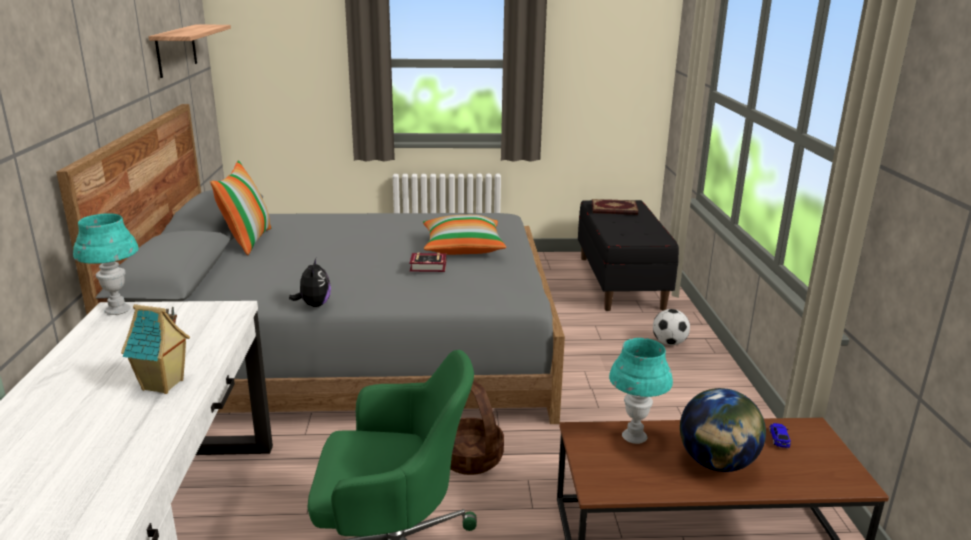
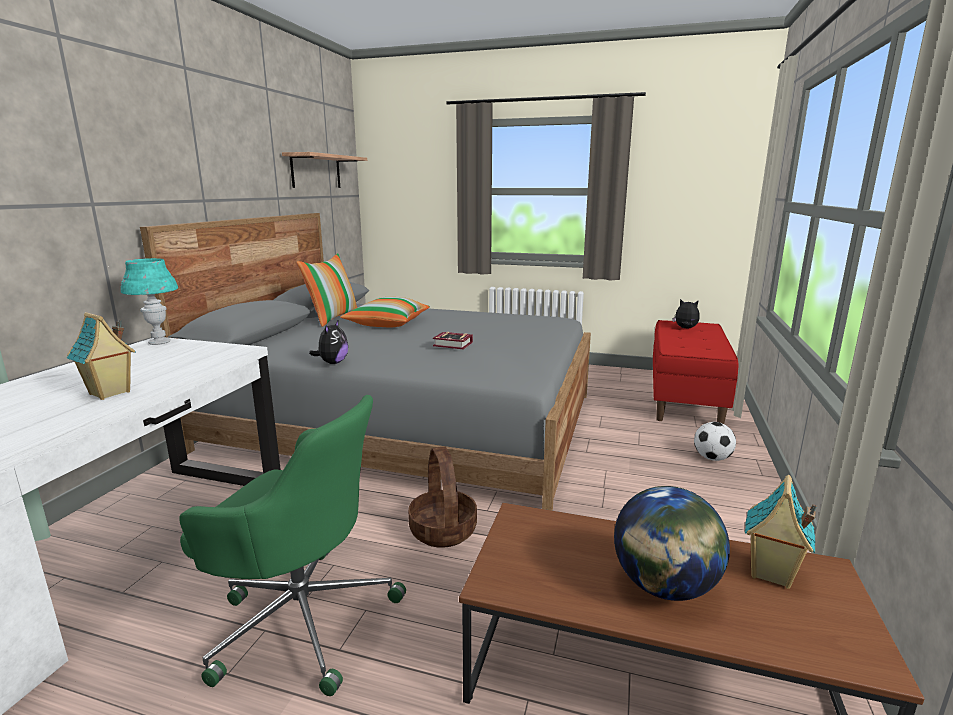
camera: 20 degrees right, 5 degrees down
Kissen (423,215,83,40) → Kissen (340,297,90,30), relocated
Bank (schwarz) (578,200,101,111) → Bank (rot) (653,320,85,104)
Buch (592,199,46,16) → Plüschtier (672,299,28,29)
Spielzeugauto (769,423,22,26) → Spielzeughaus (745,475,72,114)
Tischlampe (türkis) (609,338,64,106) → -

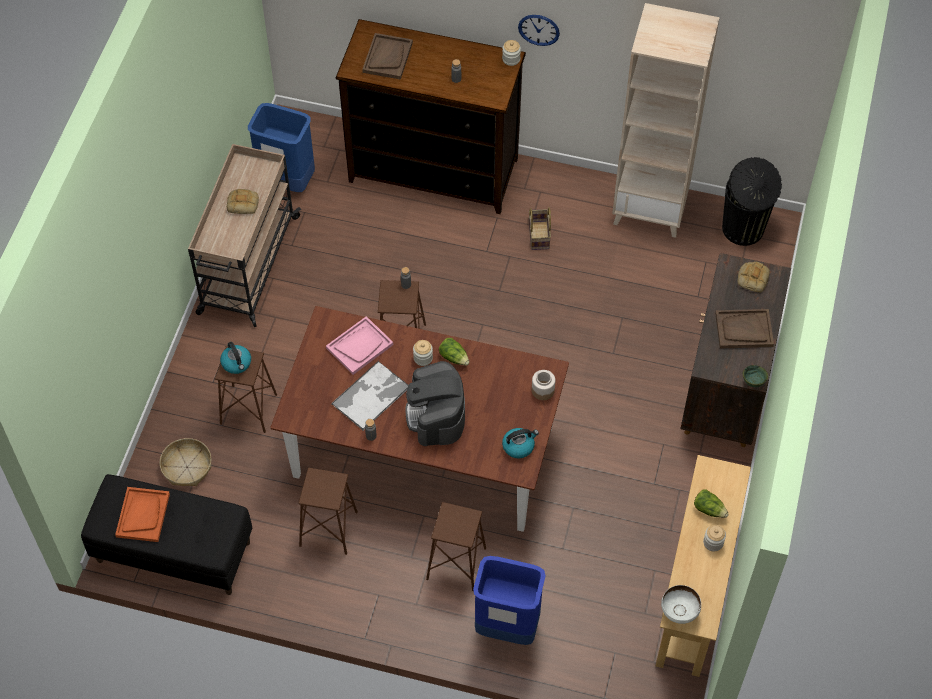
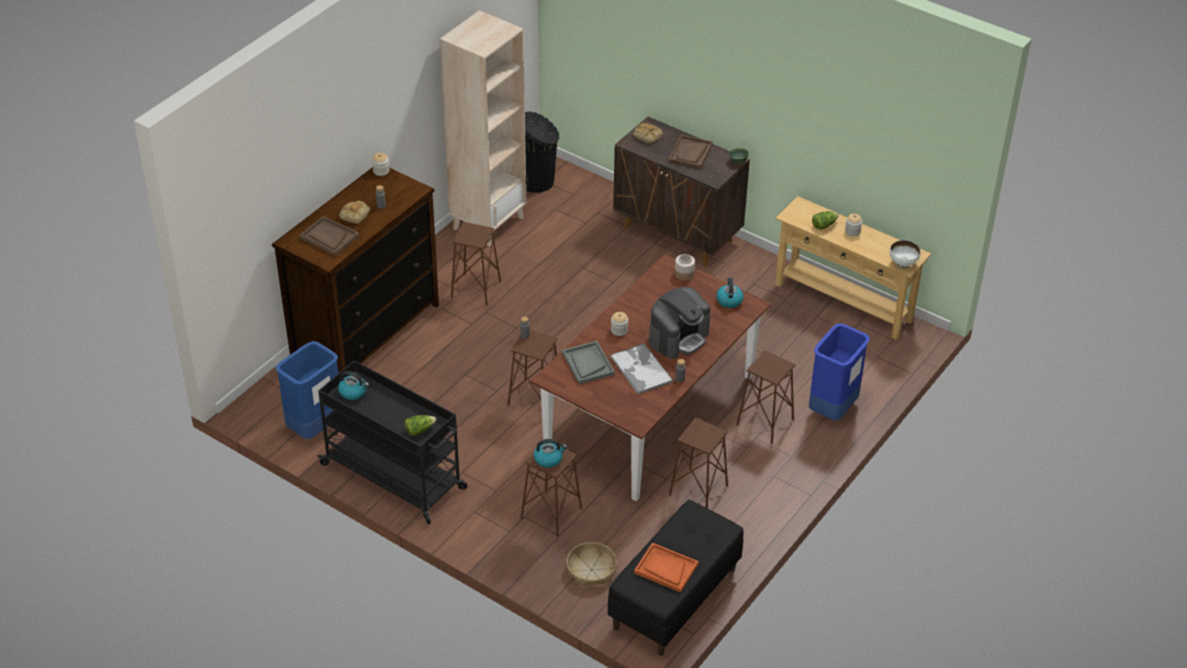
camera: 70 degrees left, 15 degrees down
Rollwagen (beige) (188,144,113,183) → Rollwagen (schwarz) (318,360,149,164)
- → Wasserkessel (338,371,31,29)
Brot (227,189,32,25) → Brot (339,201,31,23), relocated
Salatkopf (439,338,30,27) → Salatkopf (405,415,32,21), relocated
Korb (529,207,22,43) → Hocker (braun) (451,222,50,84)
Tablett (rosa) (326,316,67,59) → Tablett (grau) (562,341,53,43)
Kaffeemaschine (406,361,59,85) → Kaffeemaschine (649,287,62,72), 60 degrees counterclockwise
Wanduhr (518,15,42,31) → -

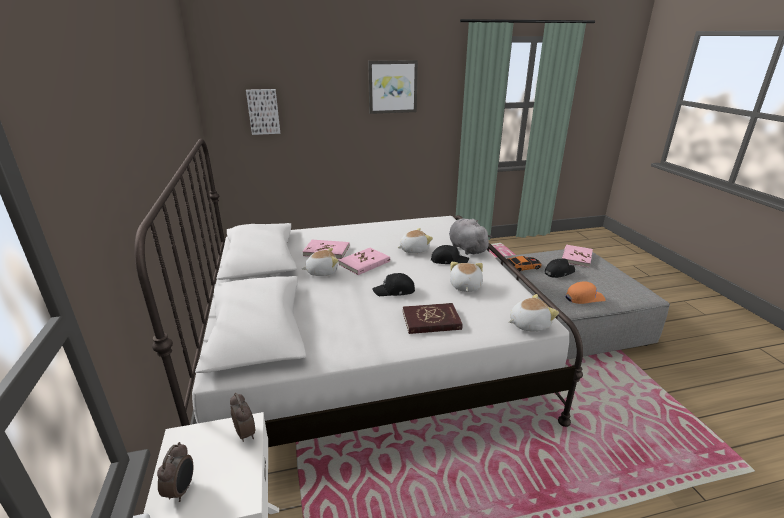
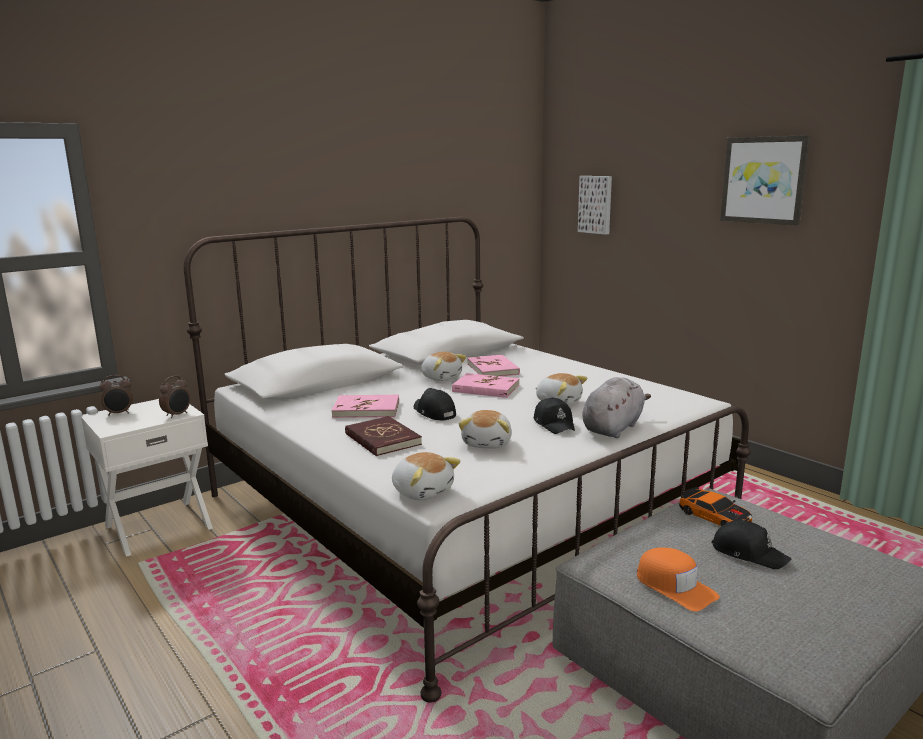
camera: 65 degrees right, 10 degrees down
Buch (rosa) (562,245,31,23) → Buch (rosa) (331,395,68,23), relocated
Plüschtier (450,262,33,30) → Plüschtier (459,410,53,39), 120 degrees clockwise

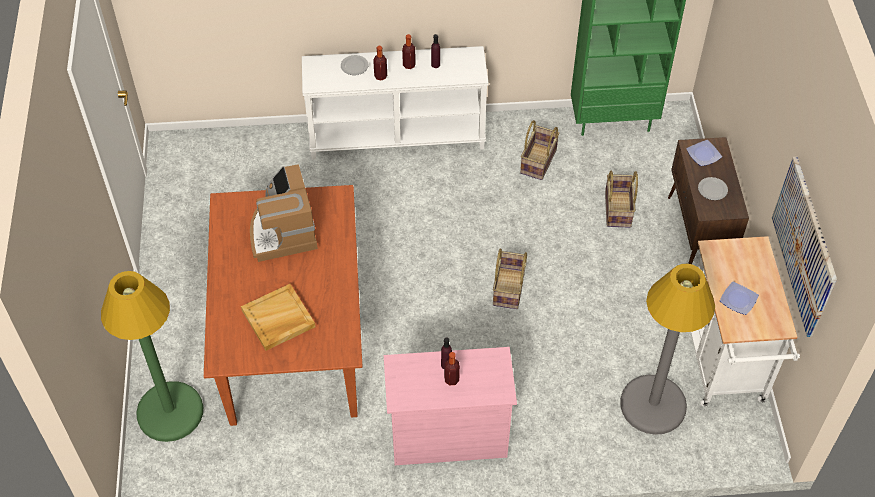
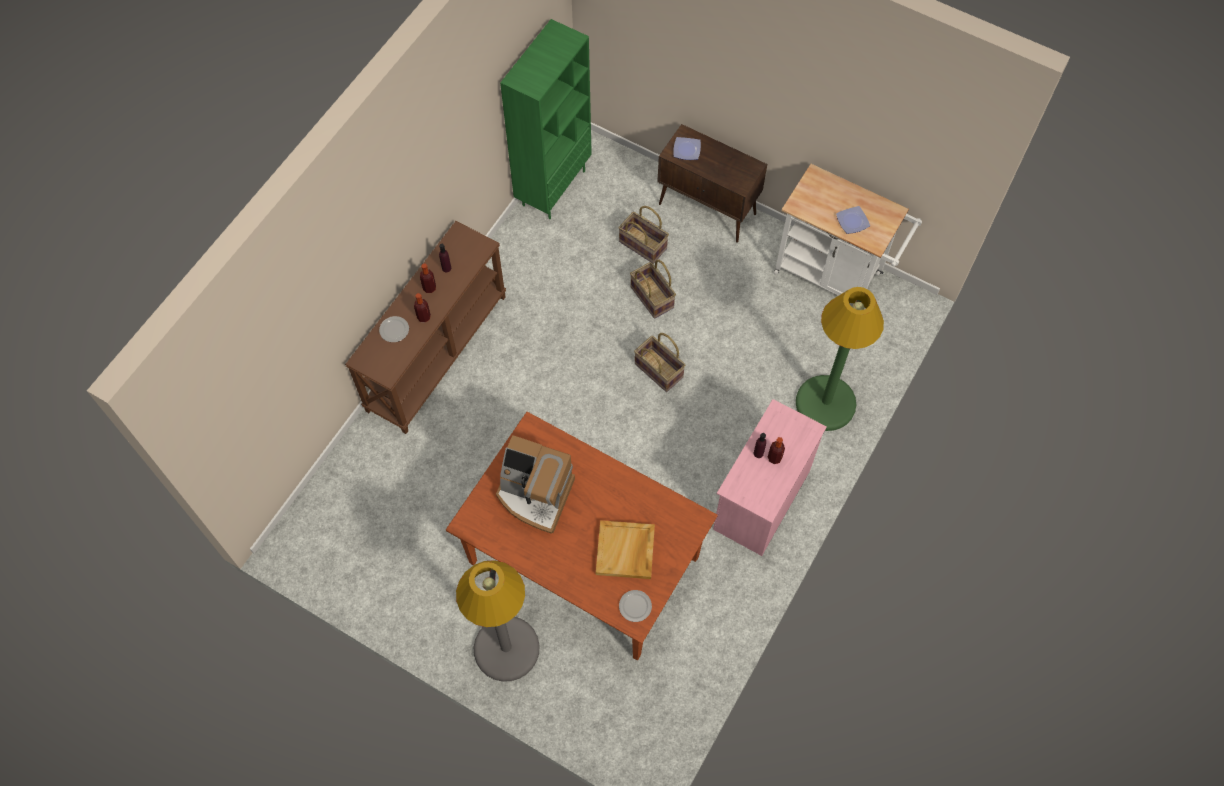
camera: 55 degrees left, 10 degrees up
Konsolentisch (weiß) (302,46,187,113) → Konsolentisch (braun) (345,221,161,213)
Stehlampe (grau) (620,264,95,171) → Stehlampe (grau) (456,560,84,122), relocated
Teller (698,177,30,23) → Teller (619,590,33,32), relocated
Korb (520,120,39,60) → Korb (630,259,46,60), relocated
Stehlampe (grün) (101,271,102,171) → Stehlampe (grün) (796,287,88,144), relocated
Bild (772,157,65,180) → -

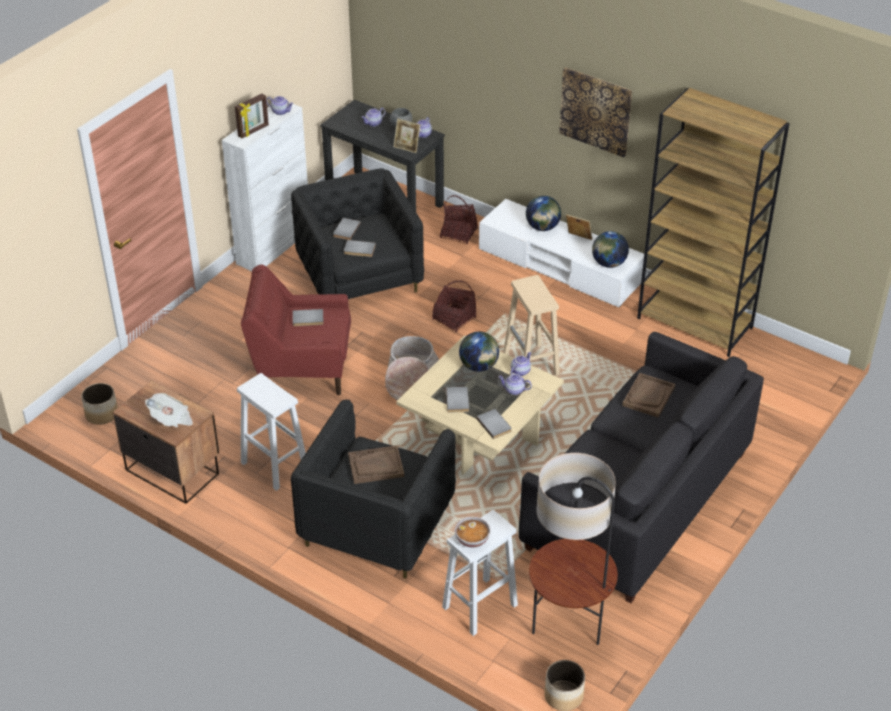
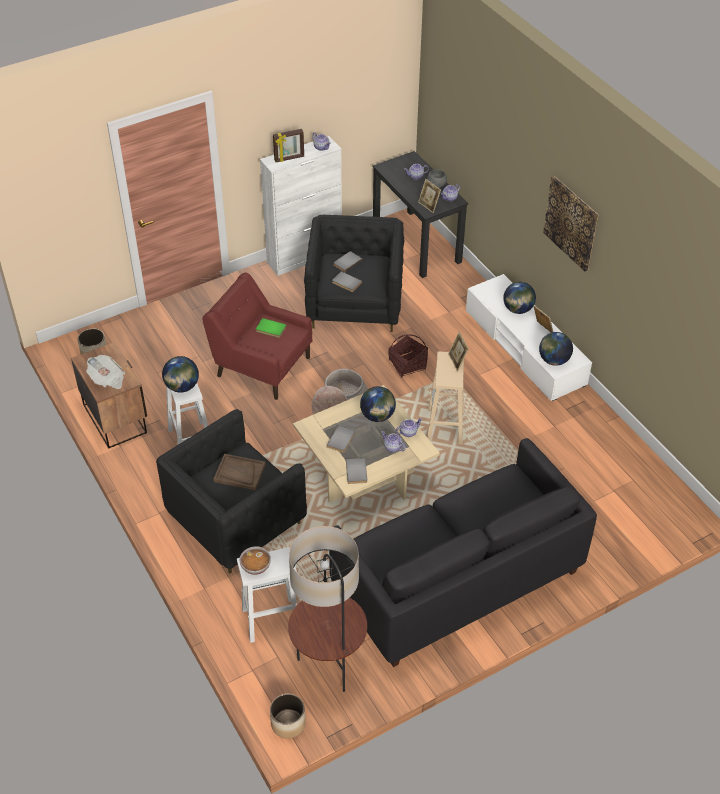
camera: 25 degrees right, 5 degrees up
- → Globus (162,356,37,37)
Buch (grau) (292,309,32,17) → Buch (grün) (256,318,31,20)
- → Bilderrahmen (448,332,21,39)
Korb (440,195,38,49) → -
Tablett (braun) (622,373,53,45) → -
Bücherregal (braun) (637,88,153,269) → -

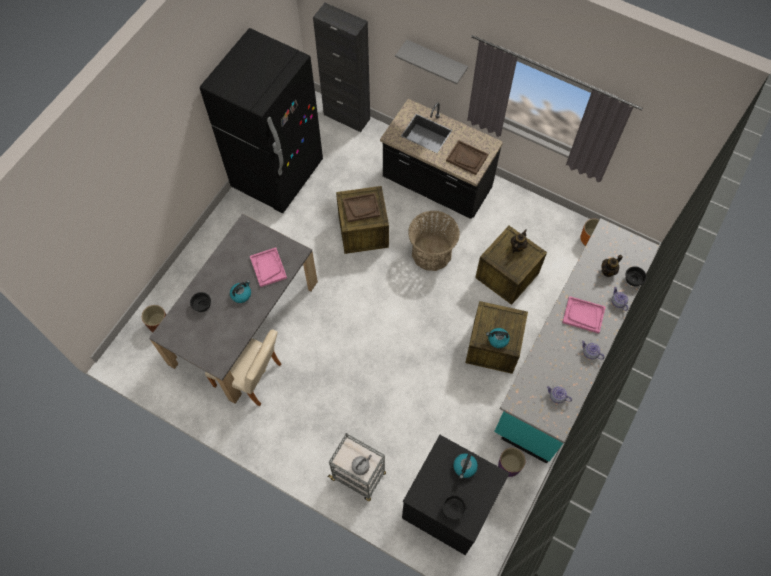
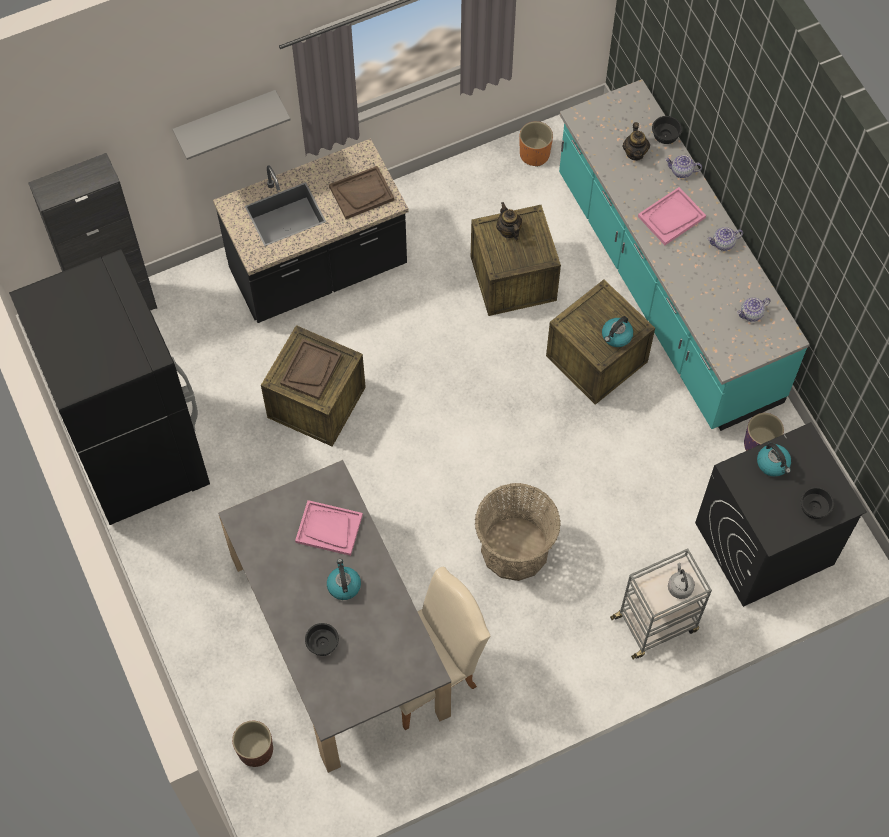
camera: 55 degrees left, 0 degrees up
Korb (408,210,52,61) → Korb (475,483,86,98), relocated

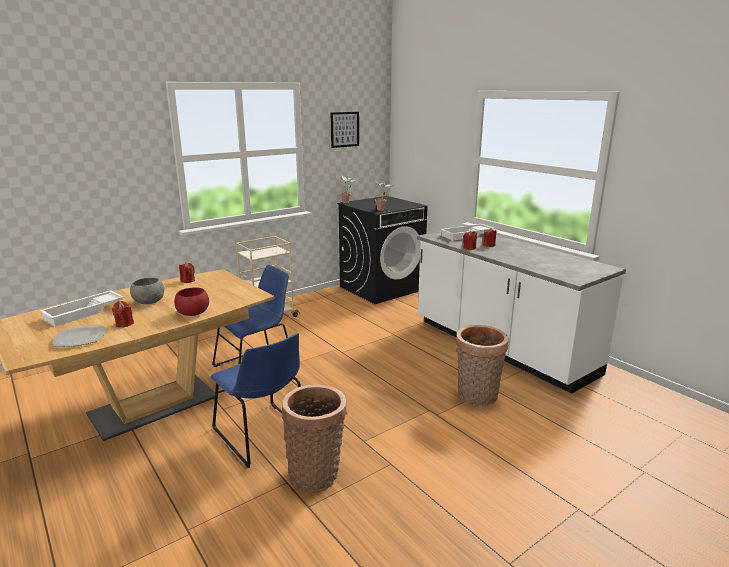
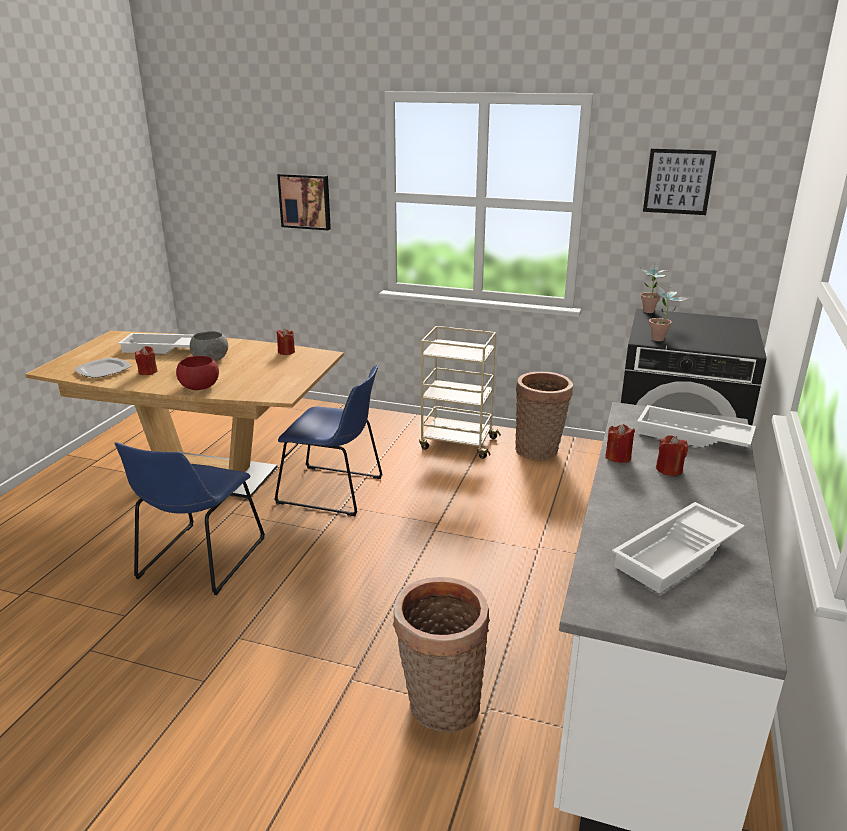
camera: 55 degrees right, 5 degrees up
- → Bild (277,173,54,57)
Korb (282,385,65,108) → Korb (515,372,58,88), relocated
- → Tablett (weiß) (612,502,133,91)

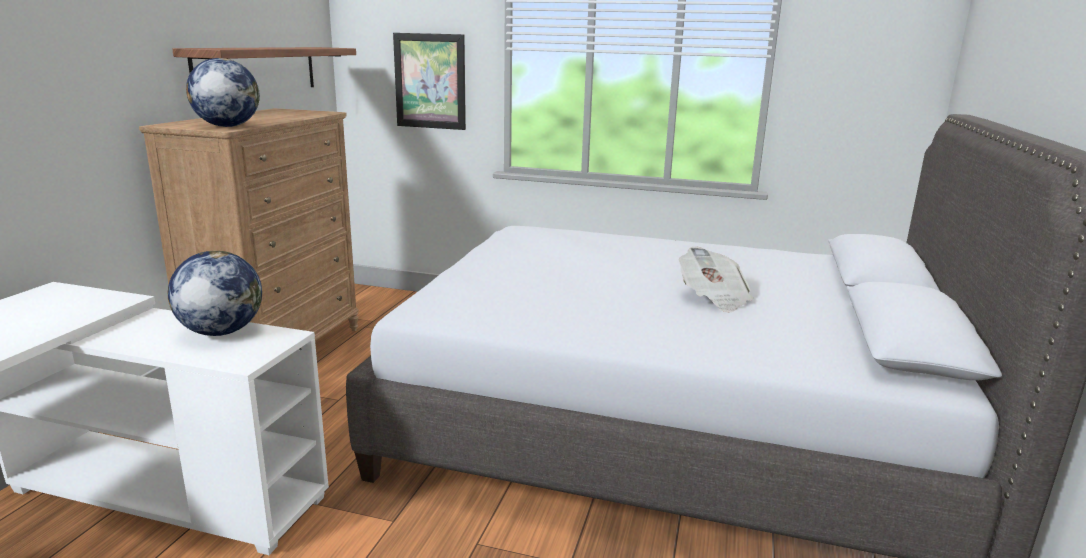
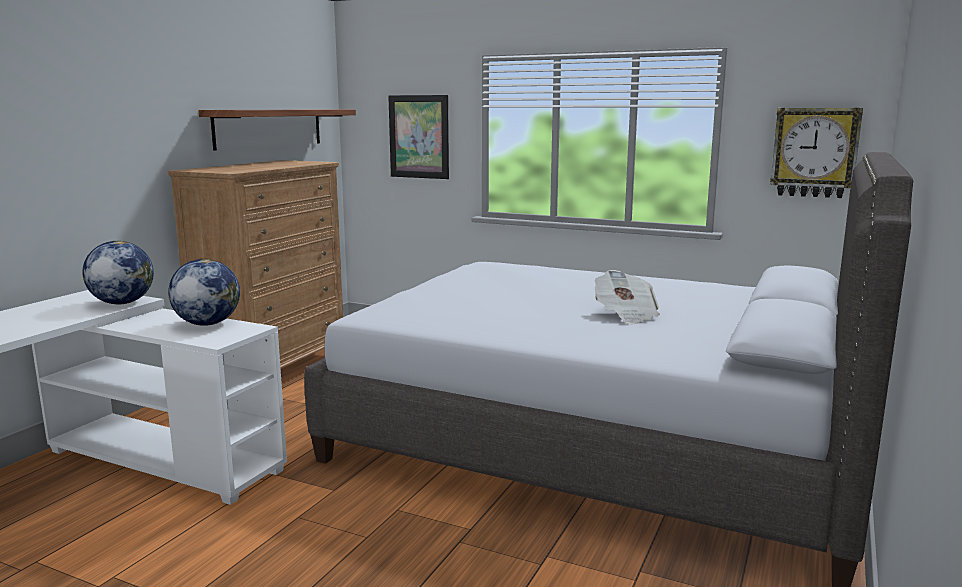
camera: 10 degrees right, 5 degrees down
Globus (186,58,74,69) → Globus (82,241,72,63), relocated
- → Wanduhr (770,108,93,90)

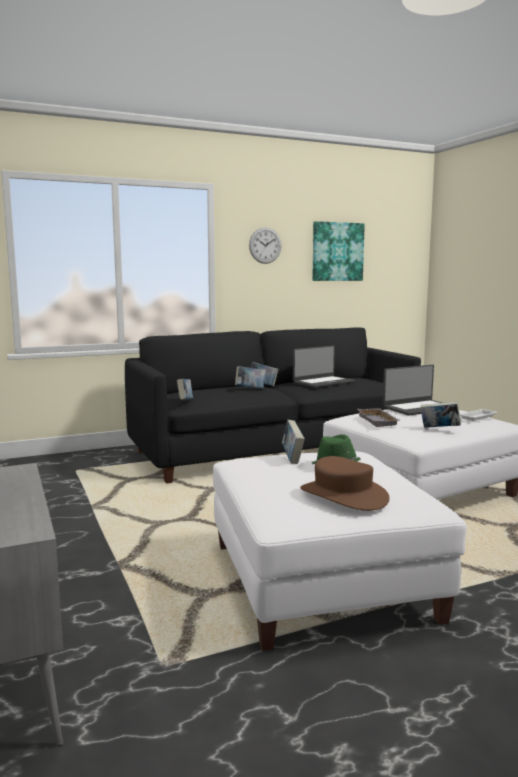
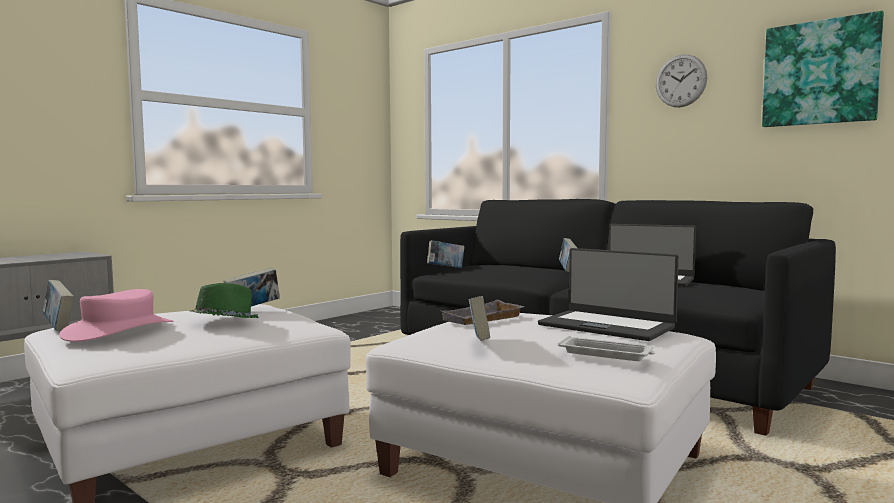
camera: 65 degrees right, 5 degrees down
Buch (235,366,31,22) → Buch (43,280,31,51), relocated
Hut (braun) (301,456,89,55) → Hut (rosa) (59,289,114,53)

